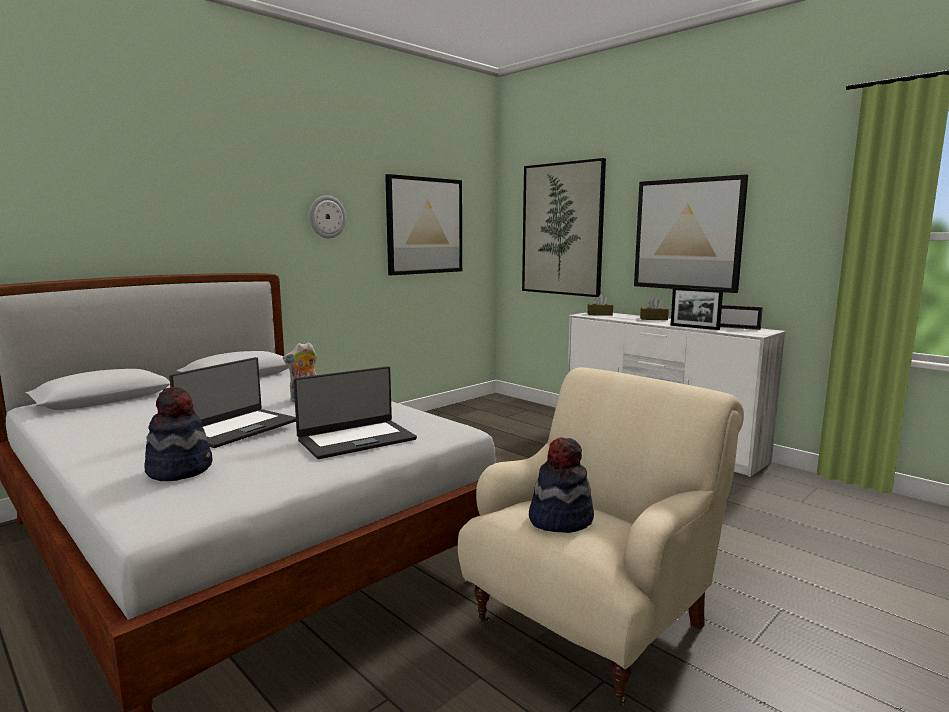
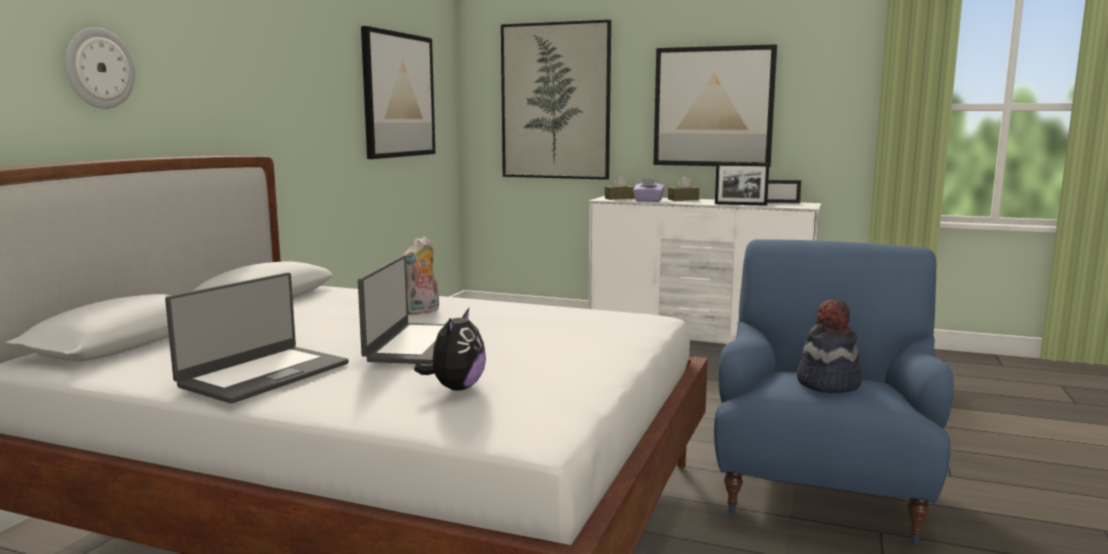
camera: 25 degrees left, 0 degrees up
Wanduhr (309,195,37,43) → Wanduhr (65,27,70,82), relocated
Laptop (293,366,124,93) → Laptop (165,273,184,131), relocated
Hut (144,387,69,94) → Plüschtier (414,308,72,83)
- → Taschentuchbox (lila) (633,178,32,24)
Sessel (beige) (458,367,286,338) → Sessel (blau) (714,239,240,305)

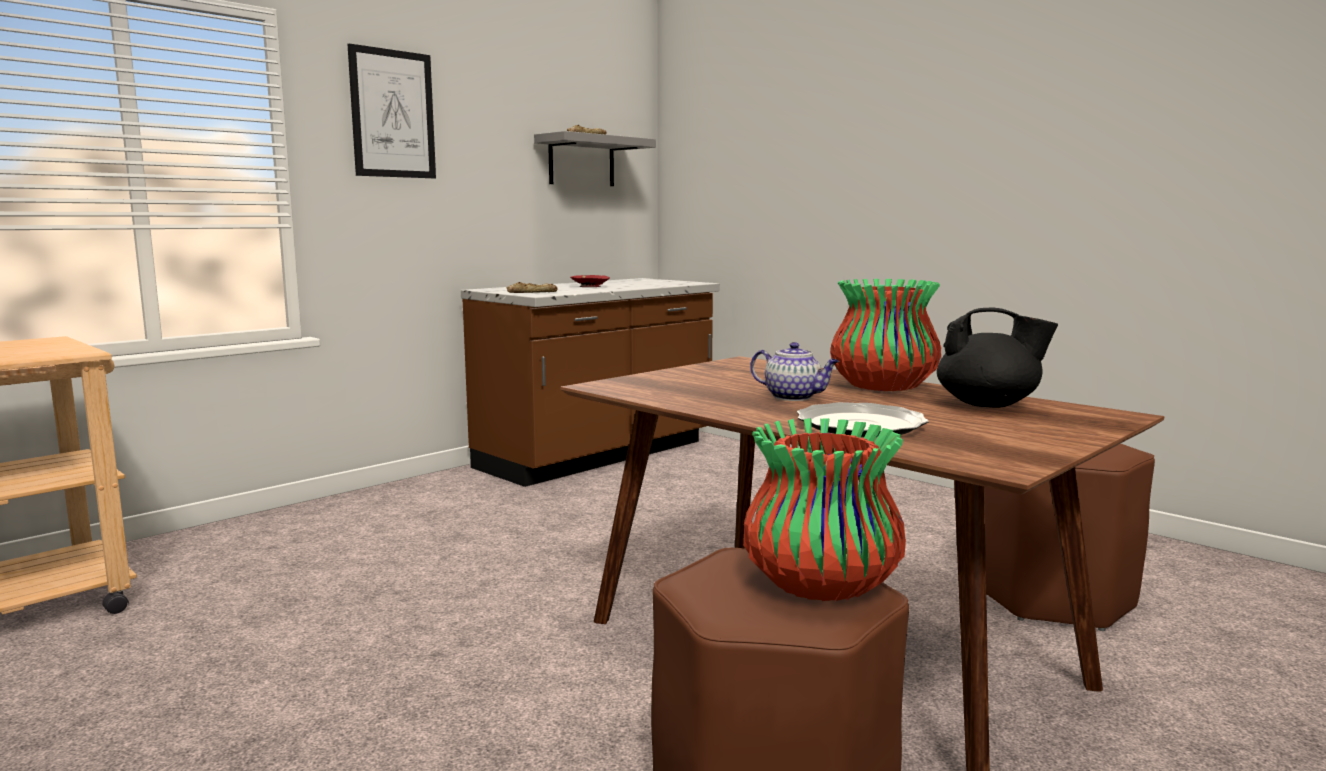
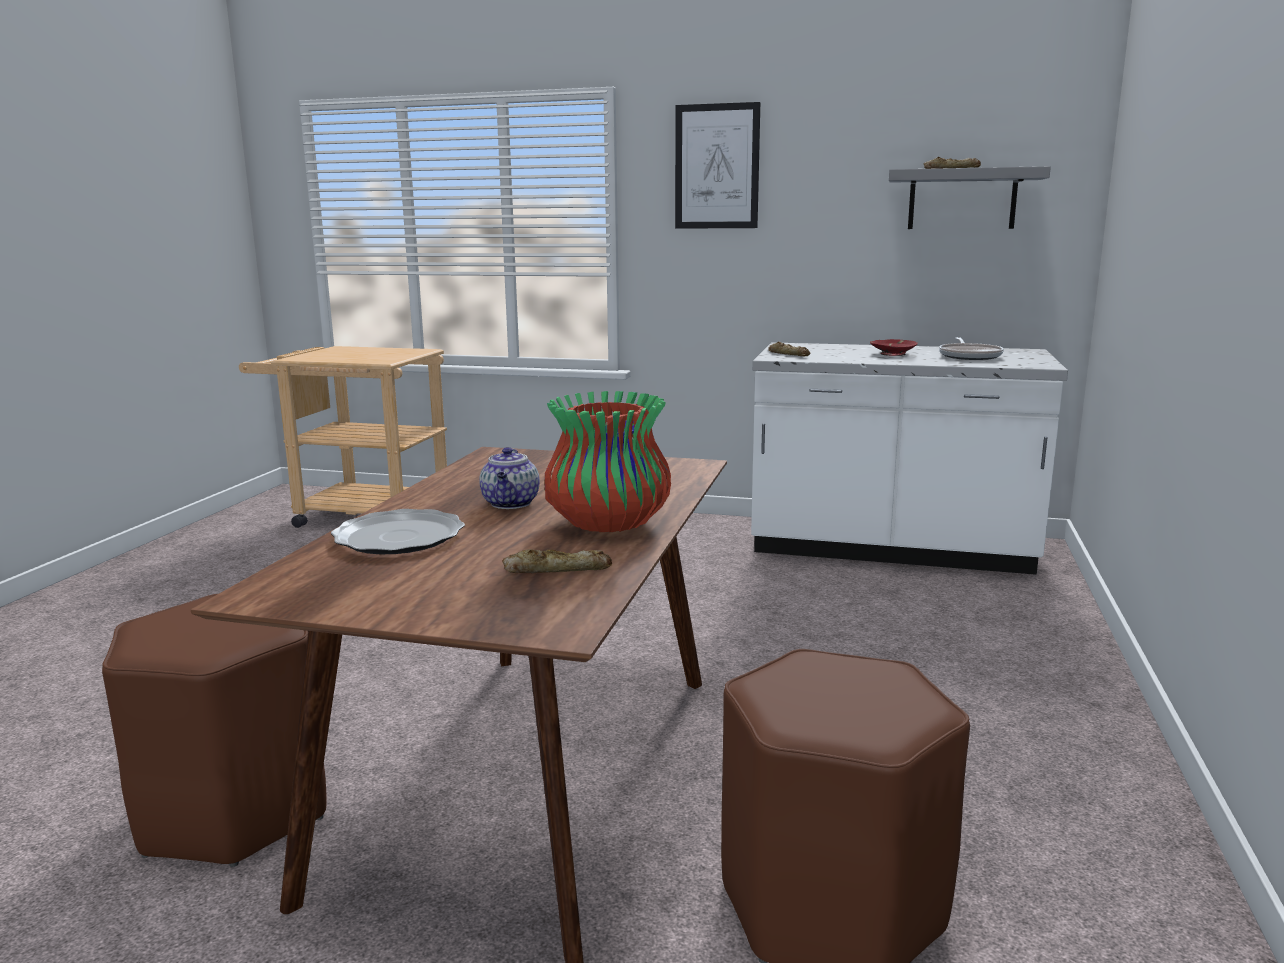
camera: 60 degrees right, 5 degrees up
Teekanne (schwarz) (937,307,121,101) → Brot (502,549,110,24)
Küchenzeile (braun) (461,278,258,209) → Küchenzeile (weiß) (751,342,317,233)
- → Pfanne (939,337,65,23)
Vase (743,418,163,183) → -

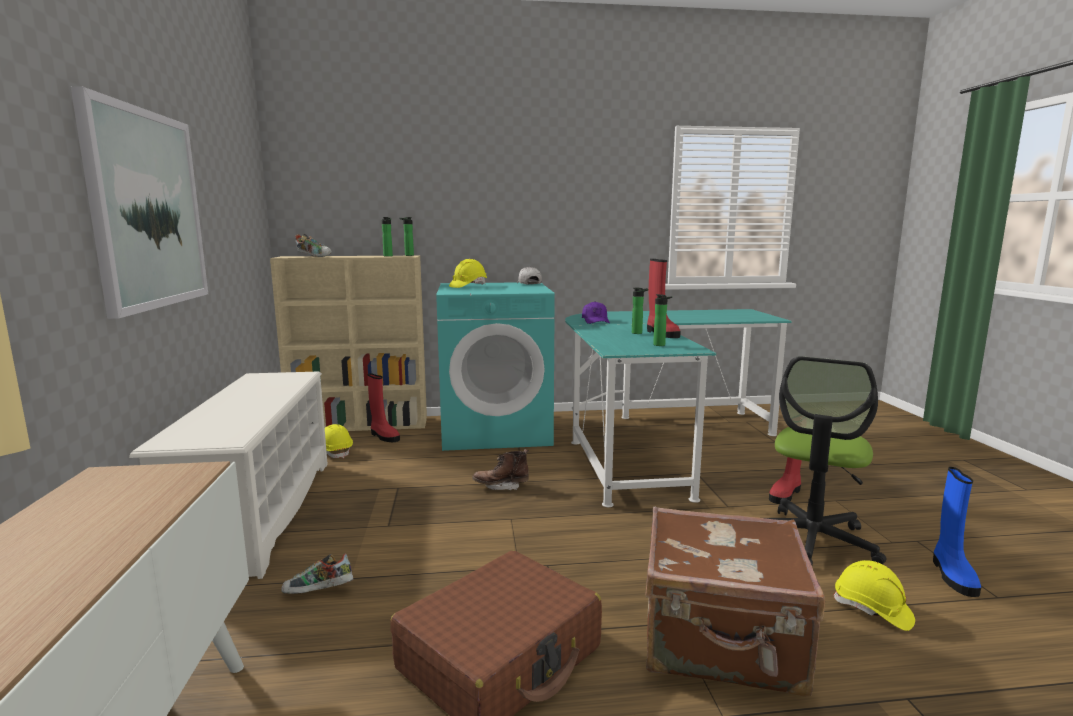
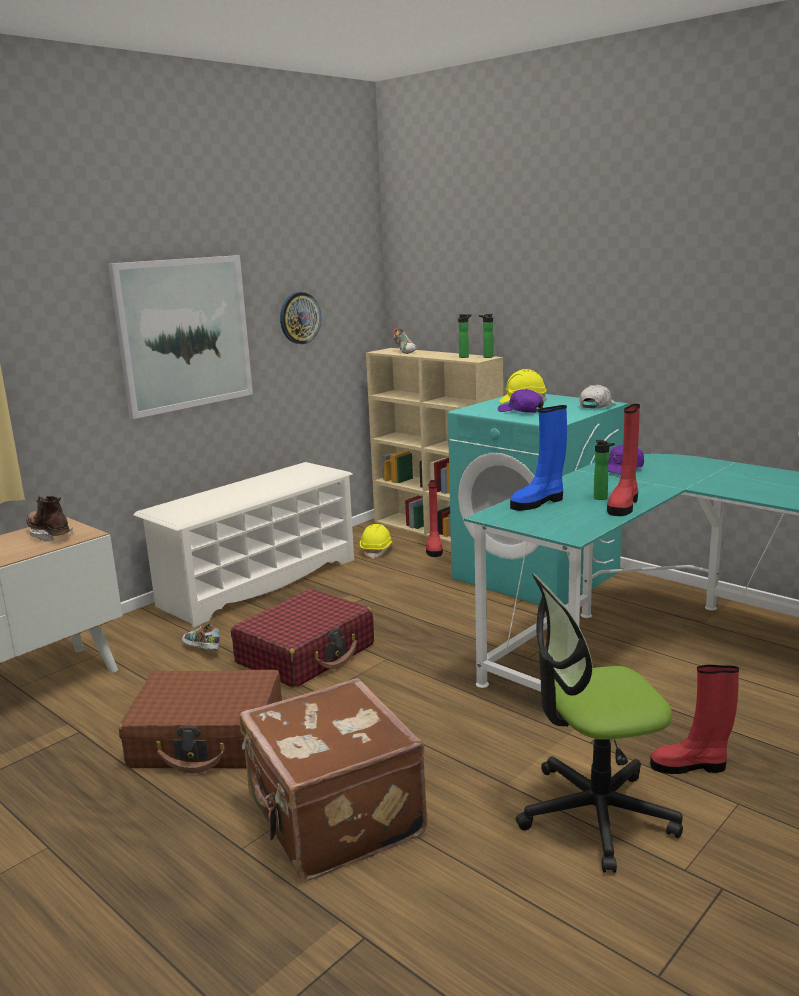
camera: 50 degrees right, 5 degrees up
Stiefel (braun) (472,449,57,41) → Stiefel (braun) (26,495,48,47), relocated
- → Koffer (rot) (231,589,143,99)
- → Wanduhr (280,292,41,52)
- → Kappe (lila) (498,389,46,24)
Stiefel (blau) (933,467,48,130) → Stiefel (blau) (510,405,57,106), relocated
Flasche (653,294,19,52) → -
Schutzhelm (gelb) (833,560,82,71) → -

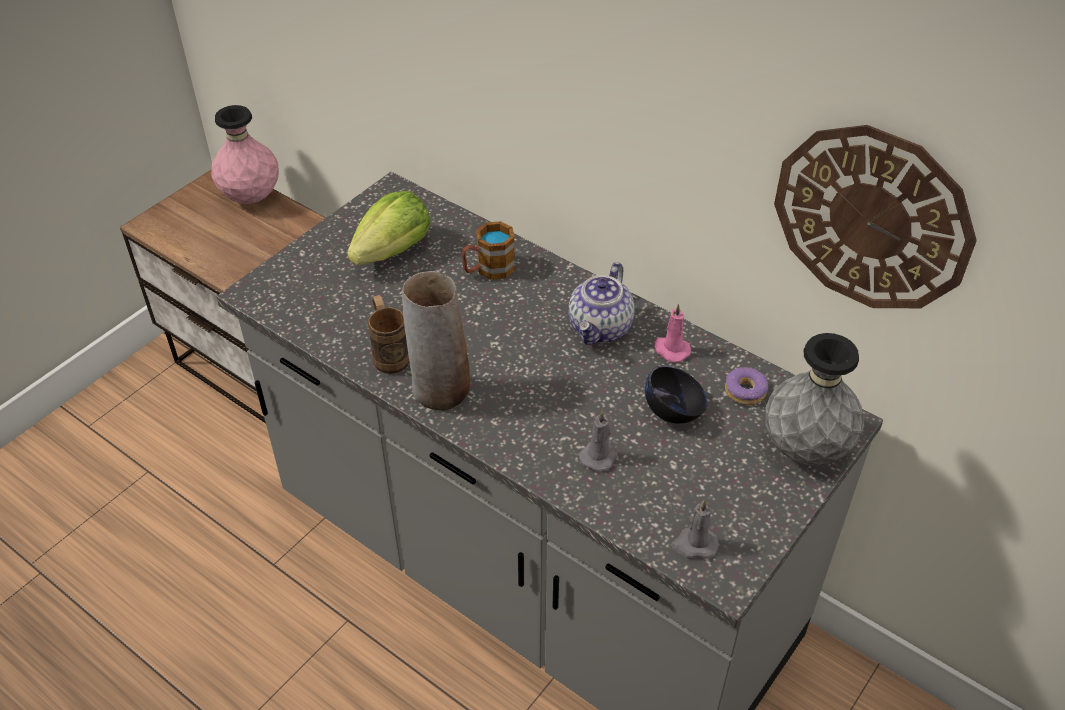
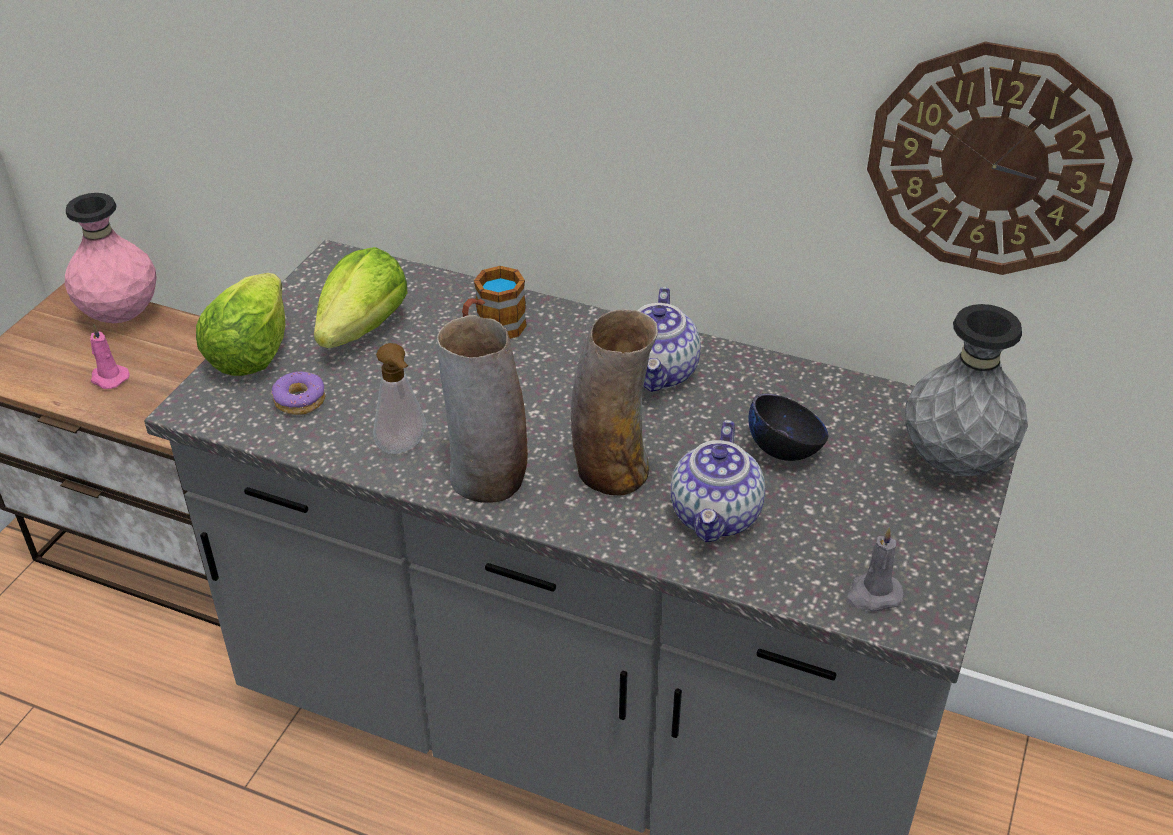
camera: 15 degrees left, 5 degrees down
Kerze (rosa) (655,304,36,59) → Kerze (rosa) (90,325,40,64), relocated
- → Salatkopf (196,273,89,103)
Donut (725,367,43,38) → Donut (271,372,55,43), relocated
Henkelbecher (braun) (368,295,41,79) → Seifenspender (373,343,53,111)
- → Vase (571,309,87,187)
Kerze (grau) (579,411,39,61) → Teekanne (670,420,95,122)

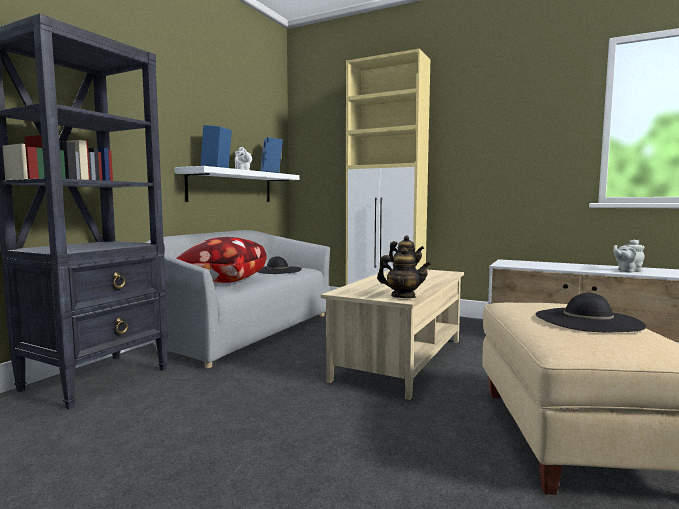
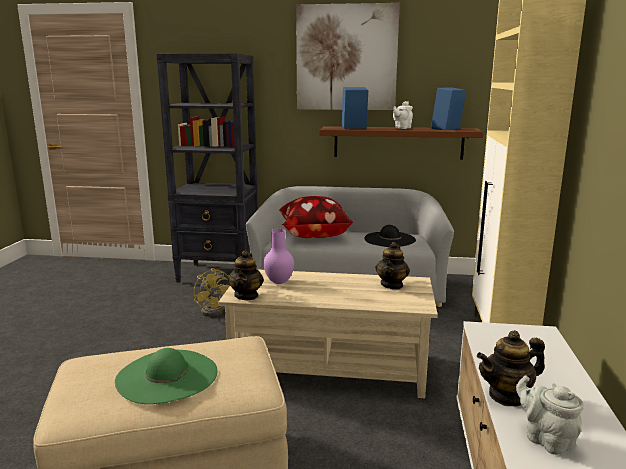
camera: 70 degrees right, 10 degrees up
Hut (schwarz) (536,293,110,39) → Hut (grün) (115,348,103,56)
- → Ventilator (gelb) (193,268,37,49)
- → Vase (lila) (263,229,31,55)
- → Bild (296,3,104,107)
Wandregal (weiß) (175,166,124,36) → Wandregal (braun) (319,126,165,33)
- → Teekanne (477,330,68,77)

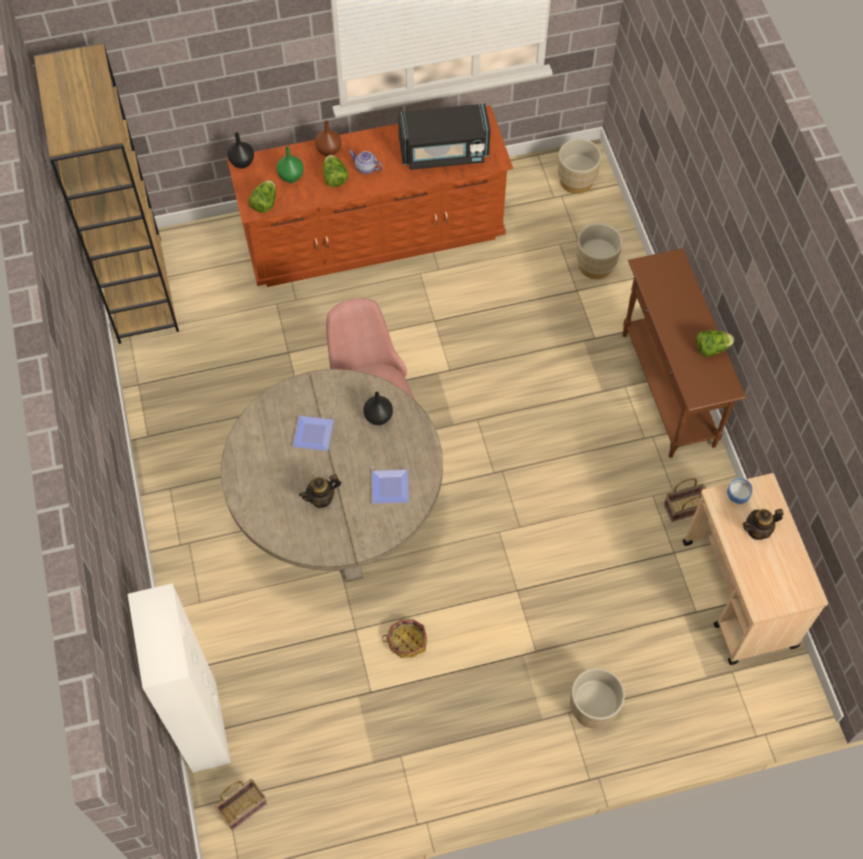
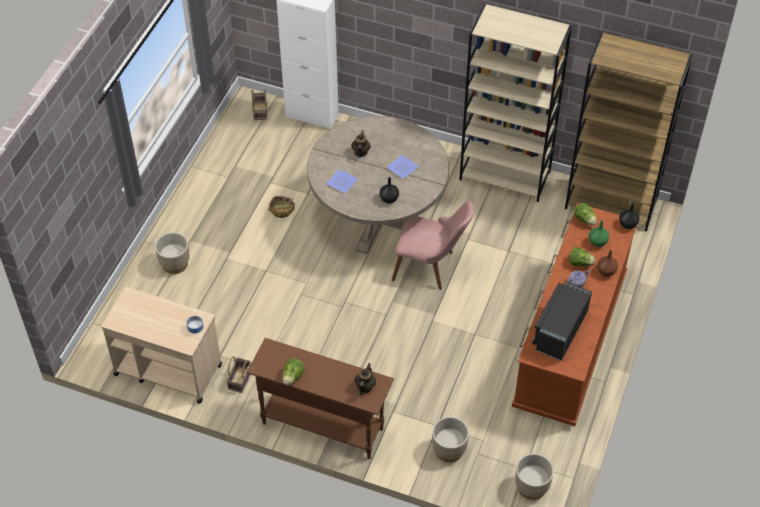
camera: 125 degrees right, 10 degrees down
Teekanne (743,509,41,31) → Teekanne (354,363,22,32), relocated
- → Bücherregal (beige) (459,4,113,198)

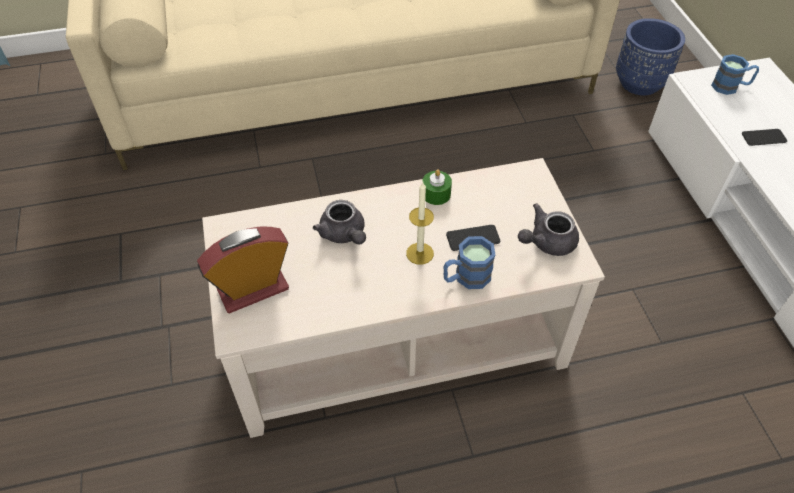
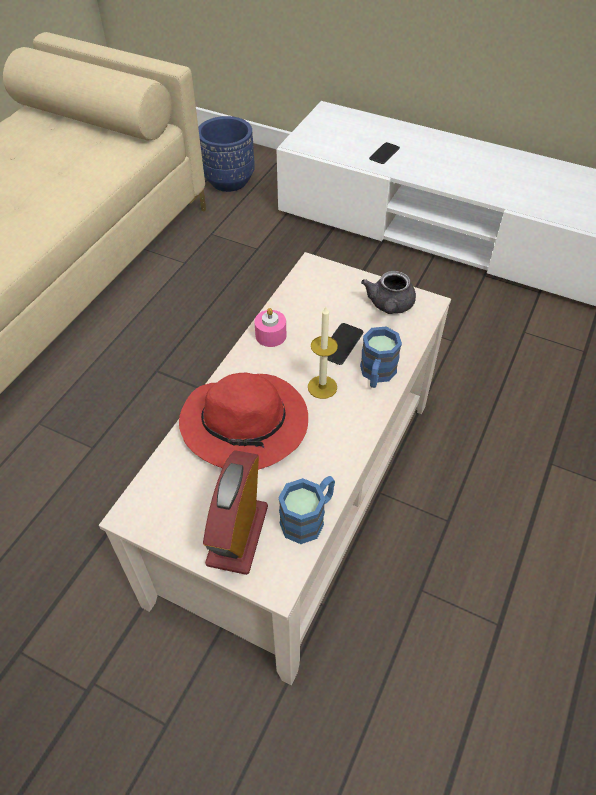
camera: 50 degrees left, 0 degrees up
Teekanne (grau) (313,200,53,44) → Hut (rot) (179,373,129,96)
Kerze (grün) (422,169,30,36) → Kerze (rosa) (254,308,32,39)
Henkelbecher (blau) (711,54,48,41) → Henkelbecher (blau) (278,476,57,68), relocated

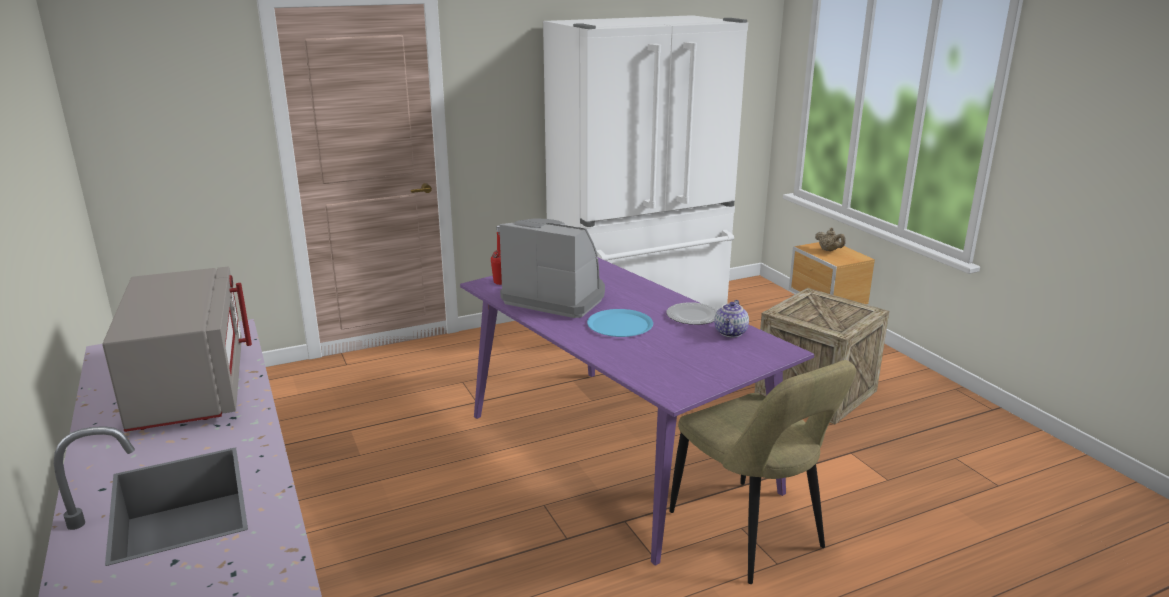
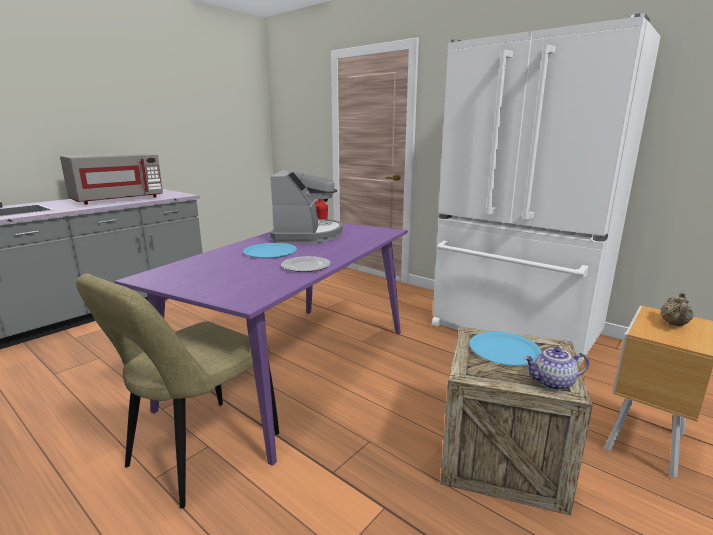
camera: 65 degrees right, 5 degrees down
- → Teller (blau) (469,332,73,34)
Teekanne (714,300,35,38) → Teekanne (524,347,65,44), relocated

